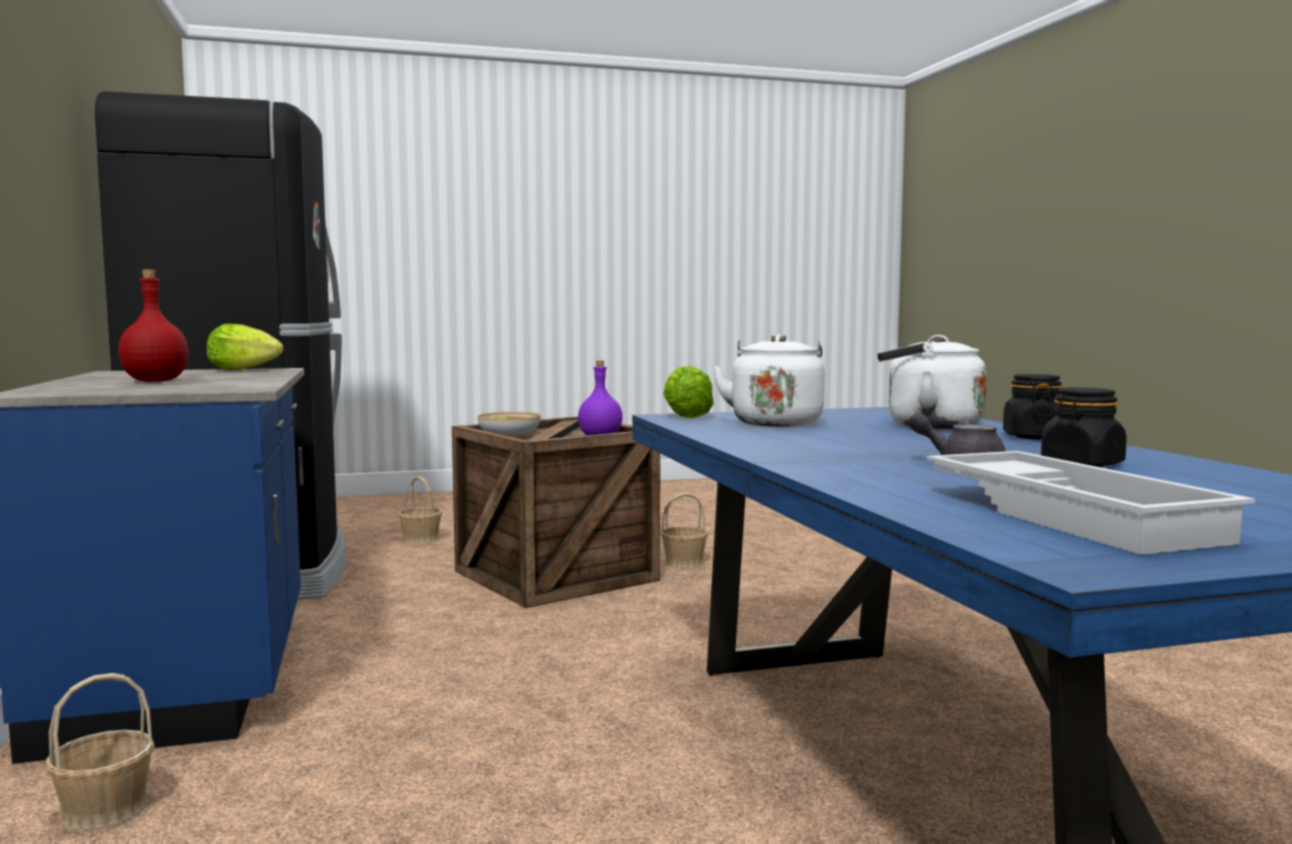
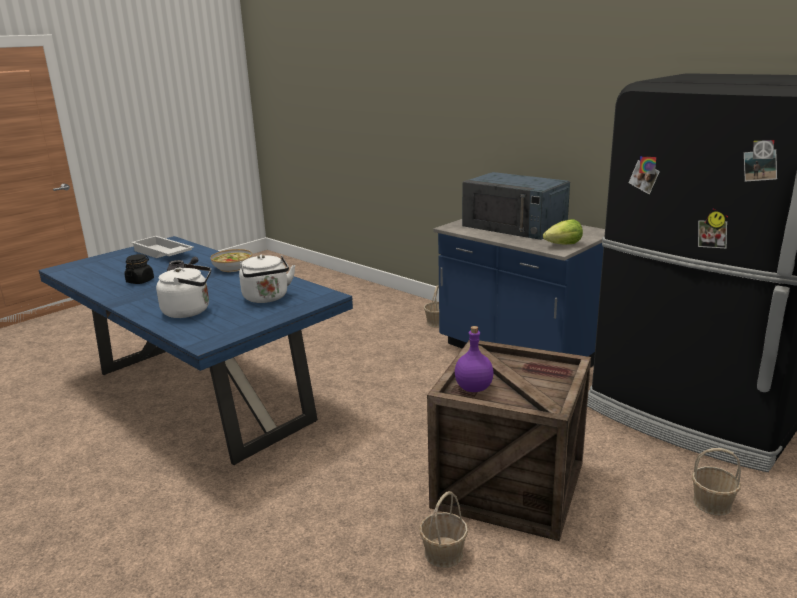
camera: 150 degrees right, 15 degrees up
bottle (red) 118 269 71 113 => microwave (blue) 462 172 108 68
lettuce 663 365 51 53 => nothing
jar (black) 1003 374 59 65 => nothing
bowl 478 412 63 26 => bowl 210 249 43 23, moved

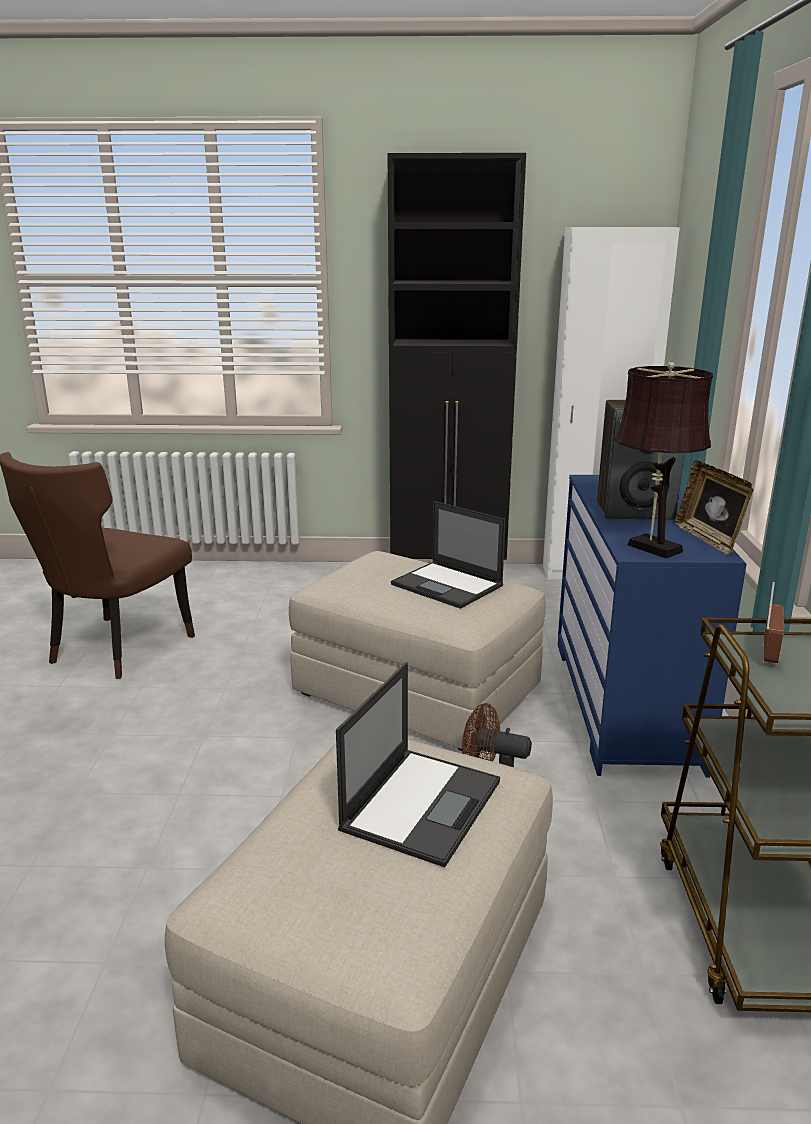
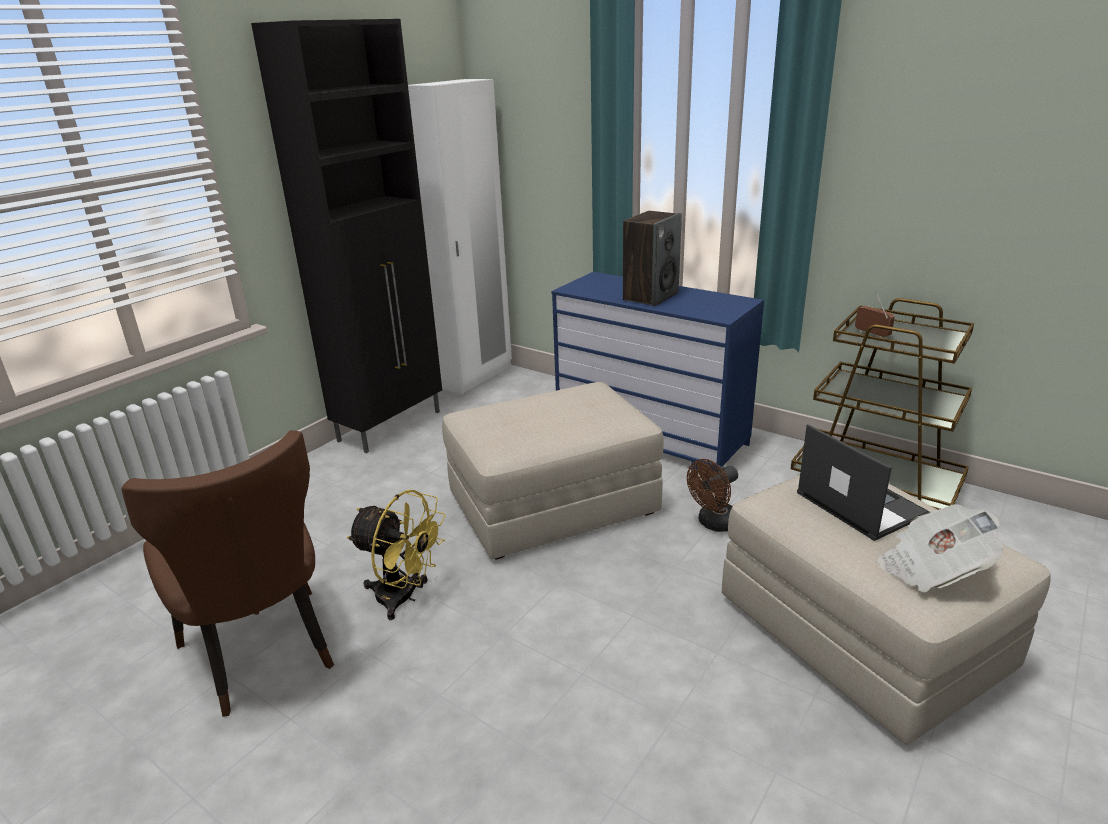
camera: 55 degrees left, 5 degrees up
table lamp (brown) 614 362 99 196 => nothing
picture frame 675 461 78 94 => nothing
laptop 391 501 115 108 => nothing
nothing => fan (yellow) 347 490 99 130
nothing => newspaper 877 504 127 89

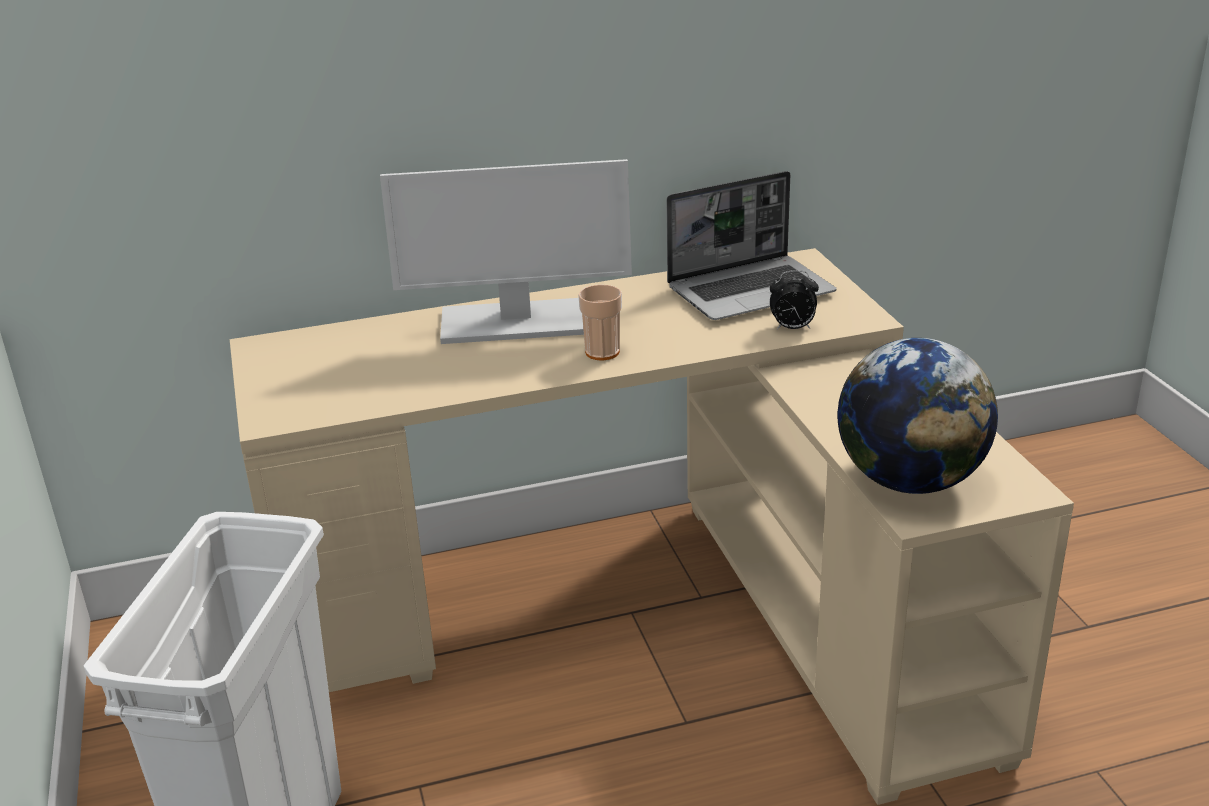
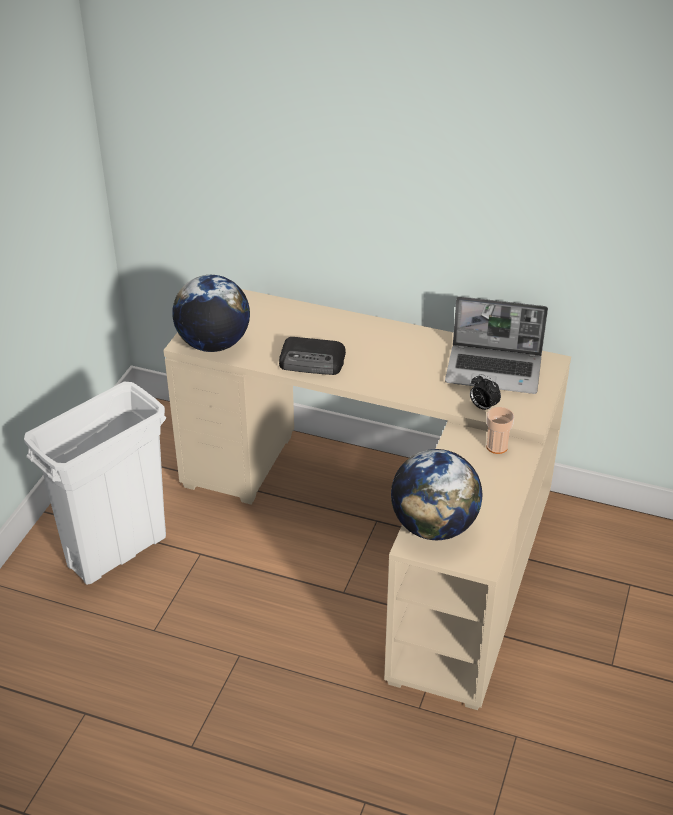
camera: 35 degrees right, 10 degrees up
monitor 380 159 252 185 => nothing
cup 578 284 44 76 => cup 486 407 28 47, moved
nothing => globe 172 275 78 77
nothing => radio 279 337 67 38

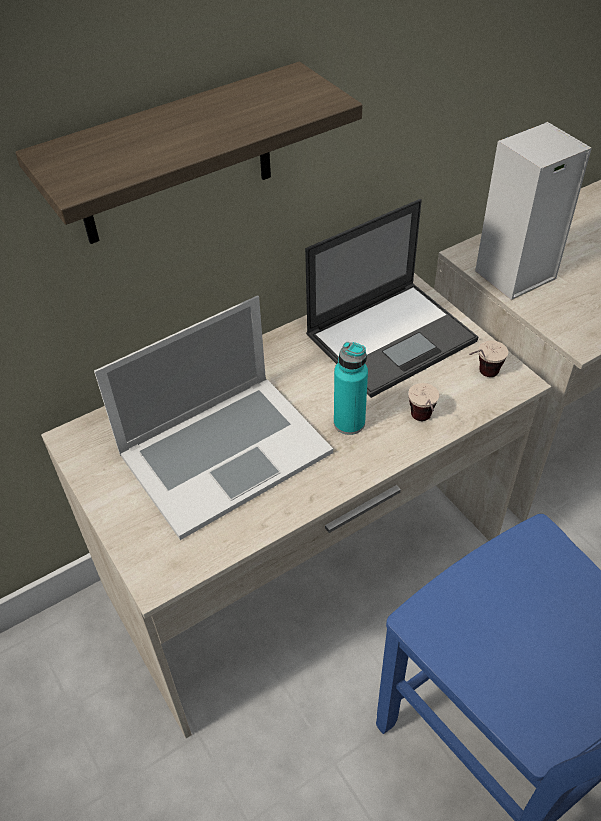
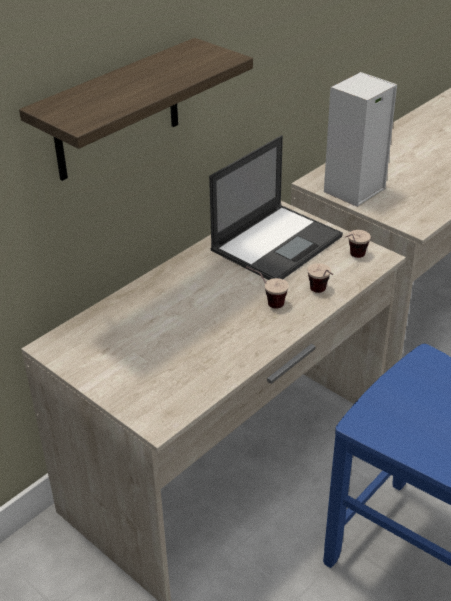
camera: 15 degrees left, 10 degrees down
laptop 94 295 239 245 => nothing
bottle (turquoise) 334 342 34 93 => cup 246 266 43 42

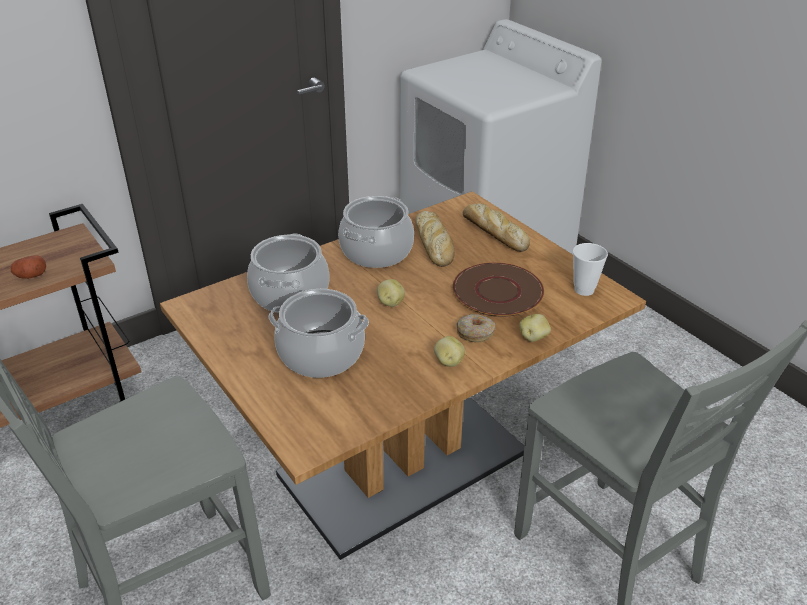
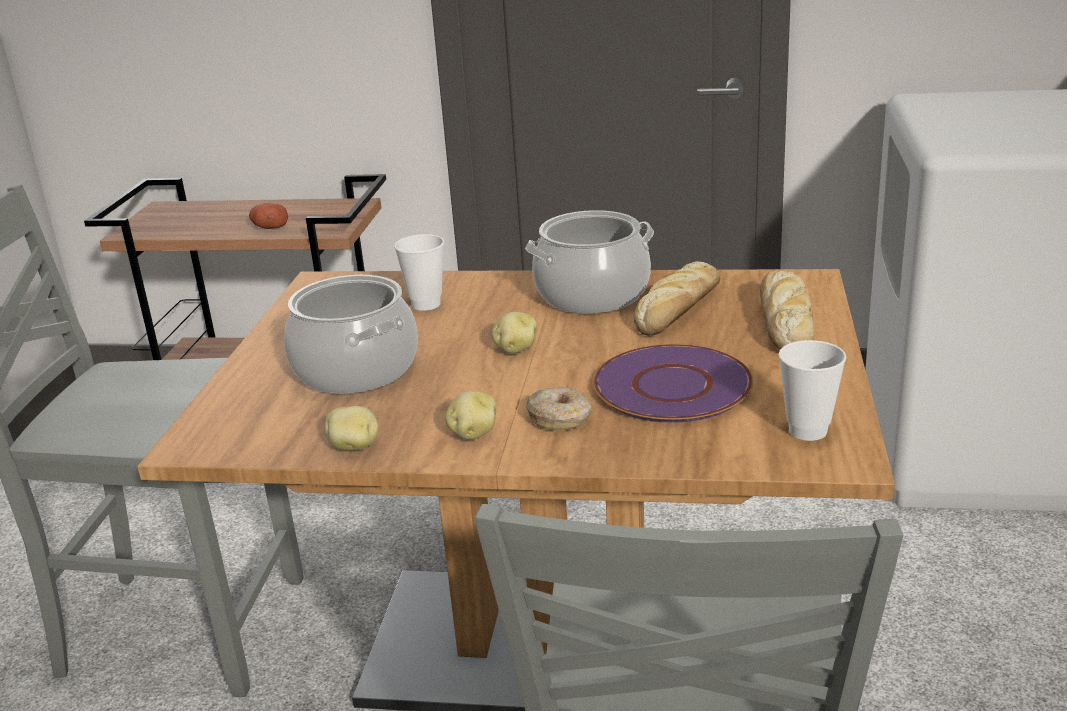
camera: 45 degrees right, 10 degrees down
cooking pot 247 234 83 79 => cup 394 234 50 77
plate (brown) 453 262 91 55 => plate (purple) 593 344 160 79
potato 519 314 32 28 => potato 325 406 53 44, moved

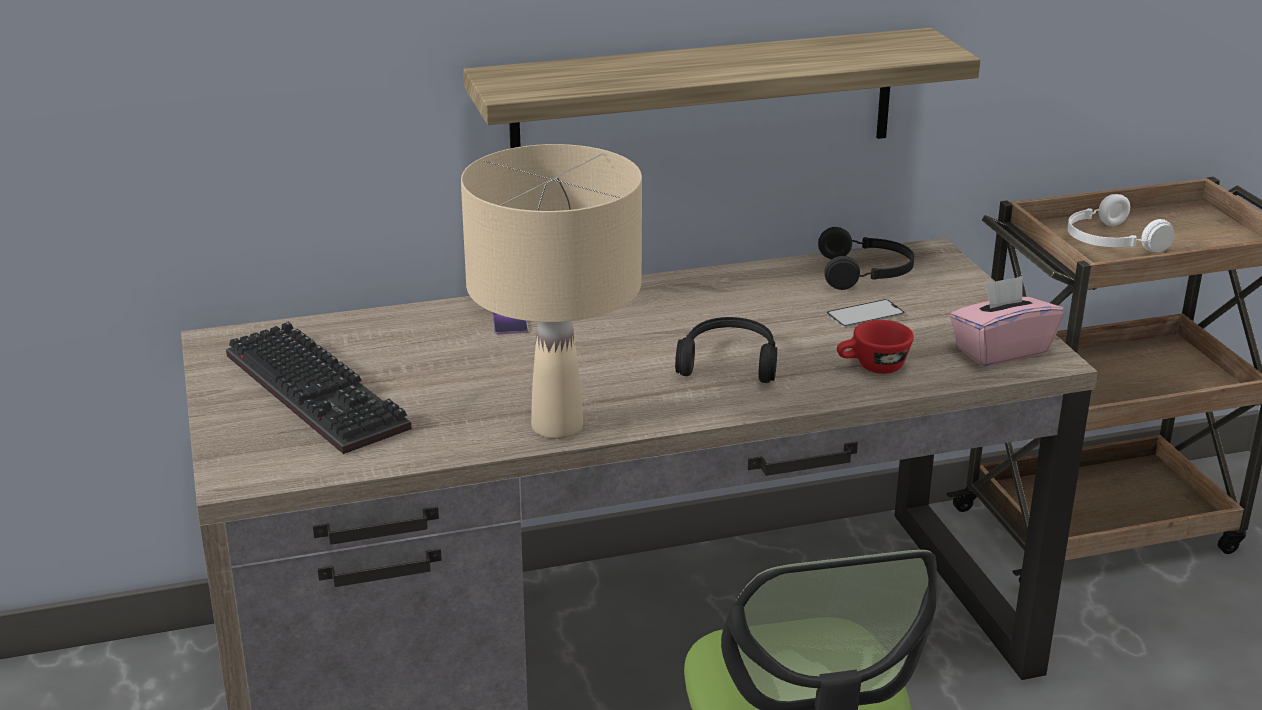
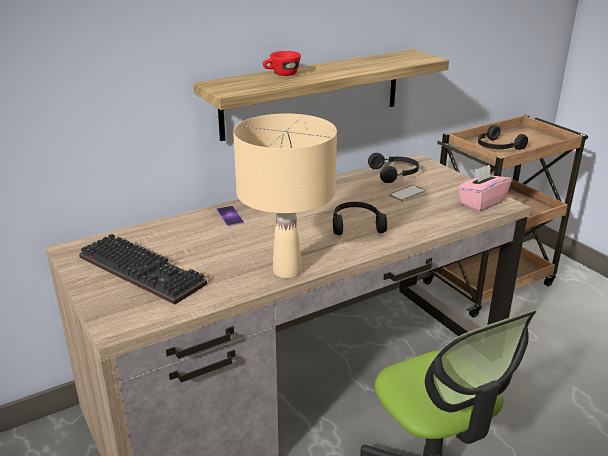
camera: 15 degrees left, 0 degrees up
headphones (white) 1067 194 108 58 => headphones (black) 478 125 50 25
cup (red) 837 320 77 54 => cup (red) 263 51 38 25, moved

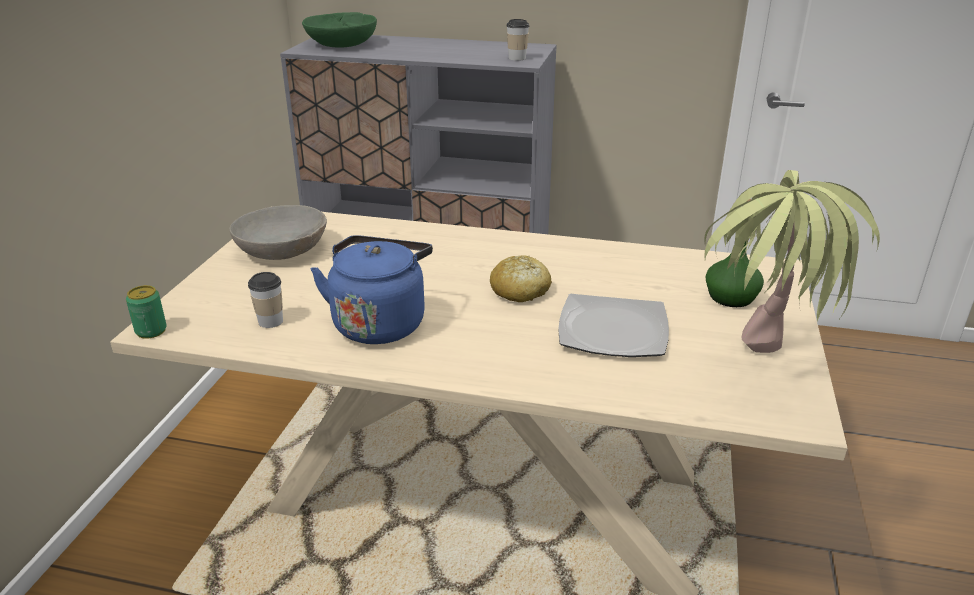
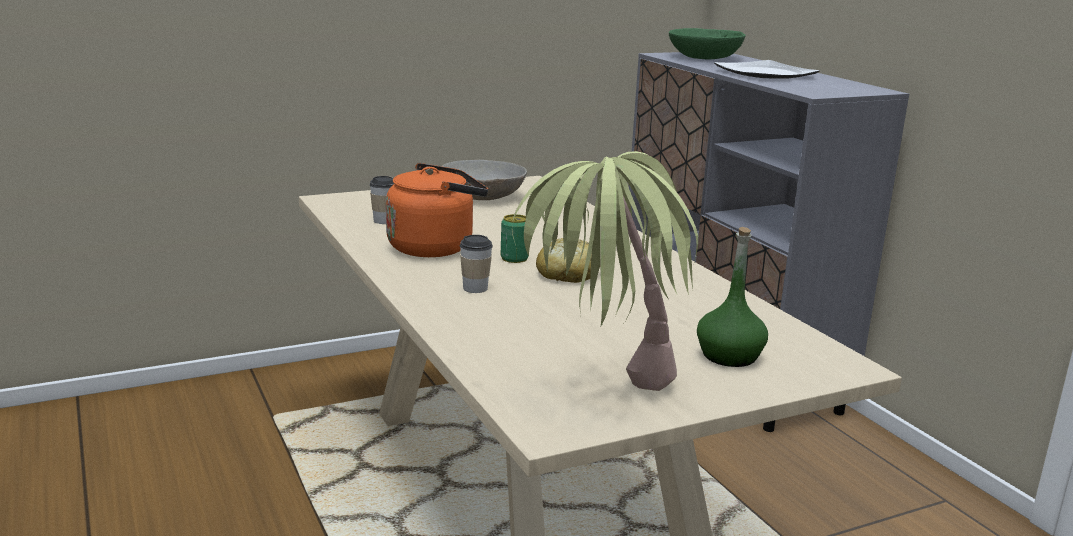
camera: 50 degrees right, 10 degrees down
cup 507 19 22 42 => cup 460 235 33 58, moved
kettle (blue) 311 235 122 109 => kettle (orange) 386 163 102 94
can 126 285 41 54 => can 501 214 28 49, moved
plate 558 294 111 63 => plate 714 60 106 19, moved

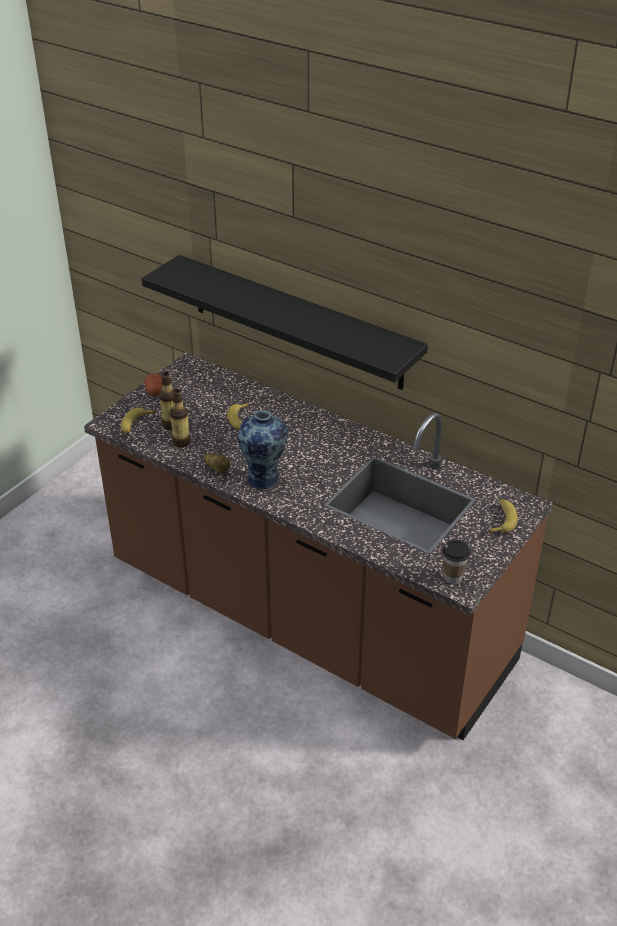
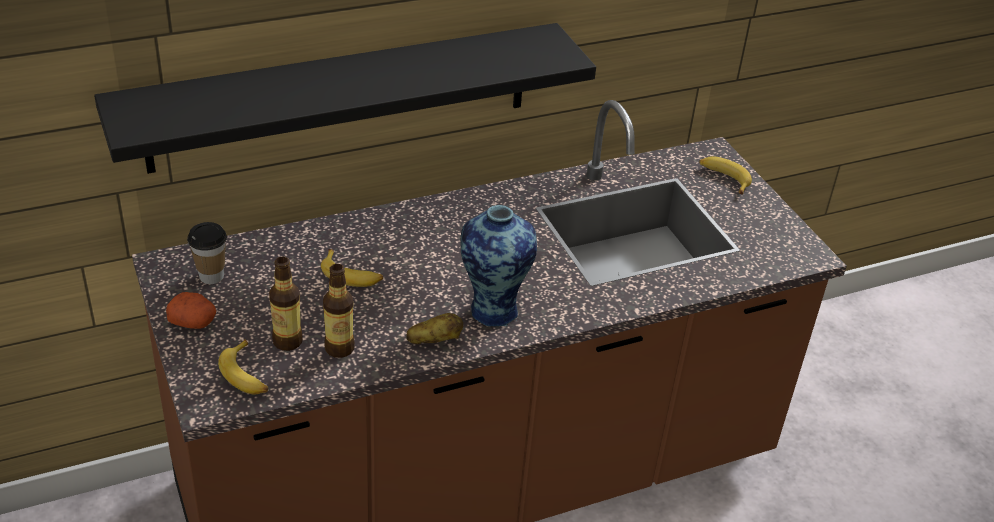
camera: 60 degrees left, 0 degrees up
cup 442 540 29 44 => cup 187 222 40 62, moved

